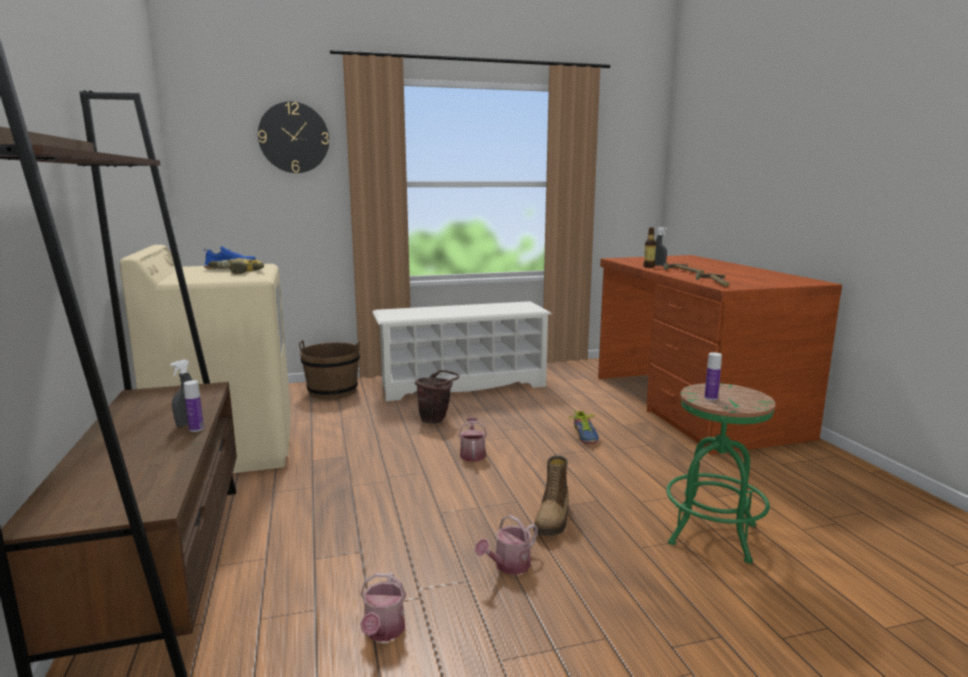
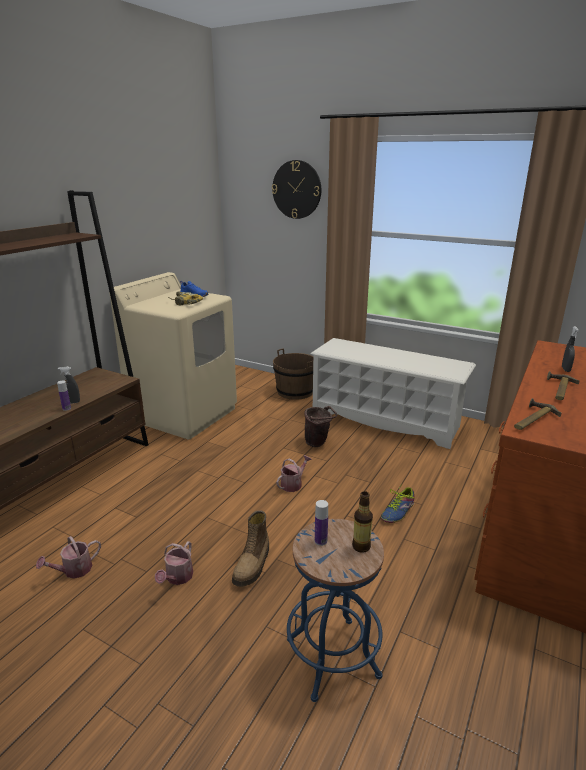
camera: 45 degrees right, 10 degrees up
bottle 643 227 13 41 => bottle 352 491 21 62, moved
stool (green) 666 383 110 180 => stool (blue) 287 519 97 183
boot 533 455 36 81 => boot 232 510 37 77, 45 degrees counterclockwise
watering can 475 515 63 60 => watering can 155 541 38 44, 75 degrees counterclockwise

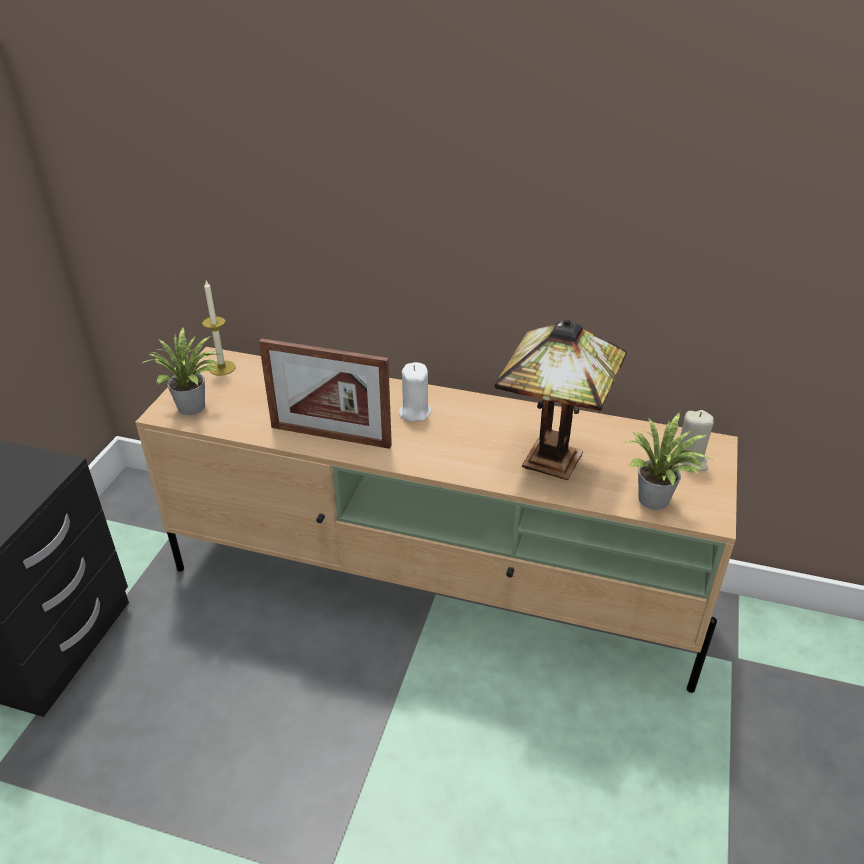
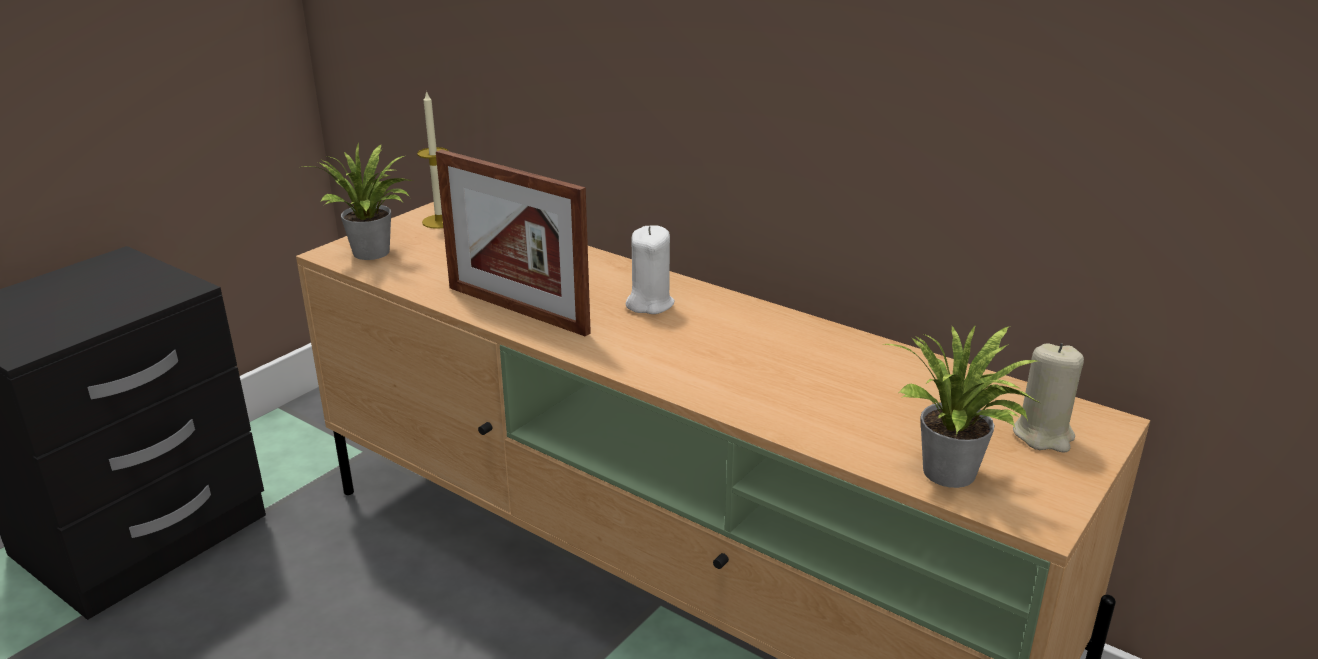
camera: 20 degrees right, 10 degrees down
table lamp 495 319 132 162 => nothing

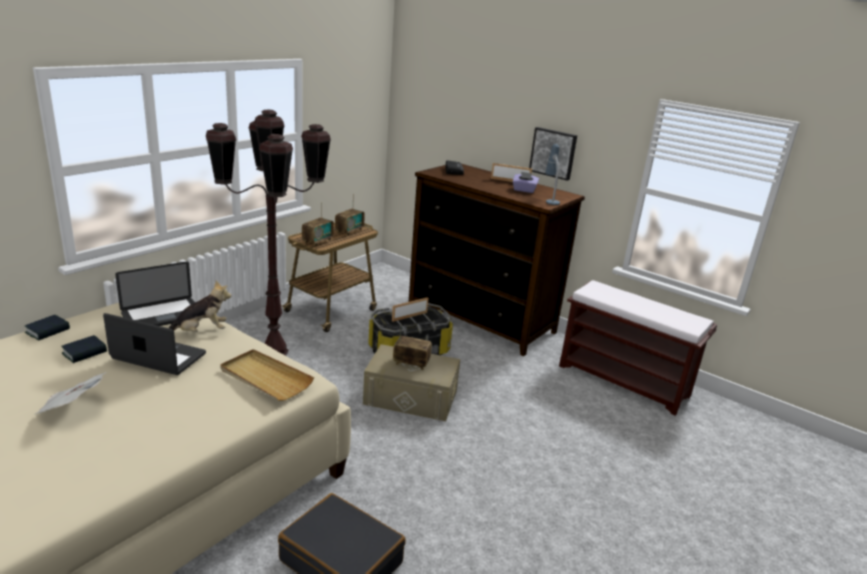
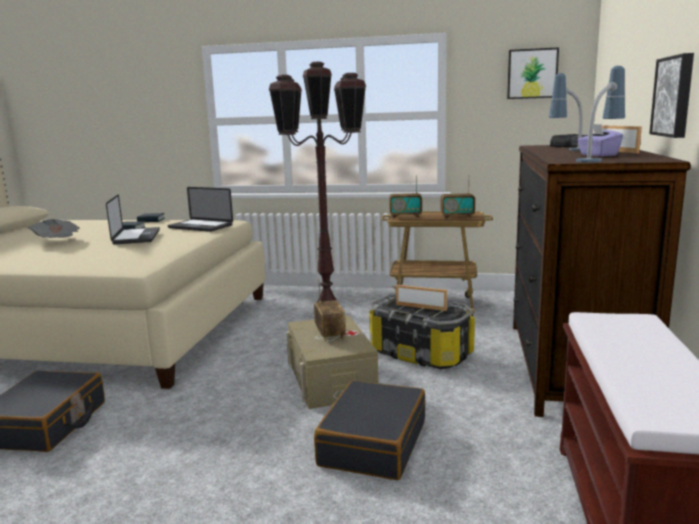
camera: 65 degrees right, 10 degrees down
plush toy 169 280 62 52 => nothing
tray (beige) 220 349 94 52 => nothing
nothing => picture 507 47 52 52
nothing => table lamp 549 73 34 78
nothing => suitcase (black) 314 380 111 100

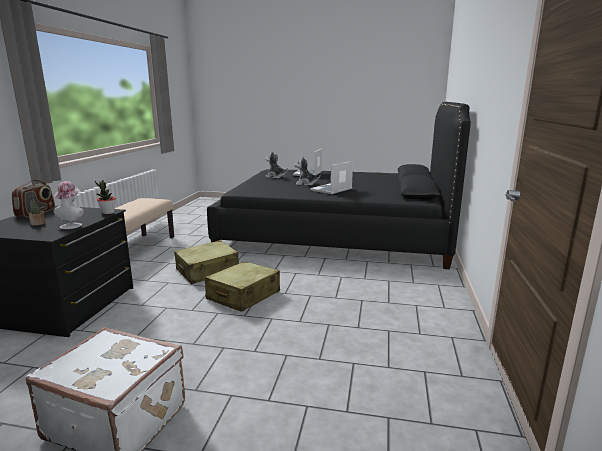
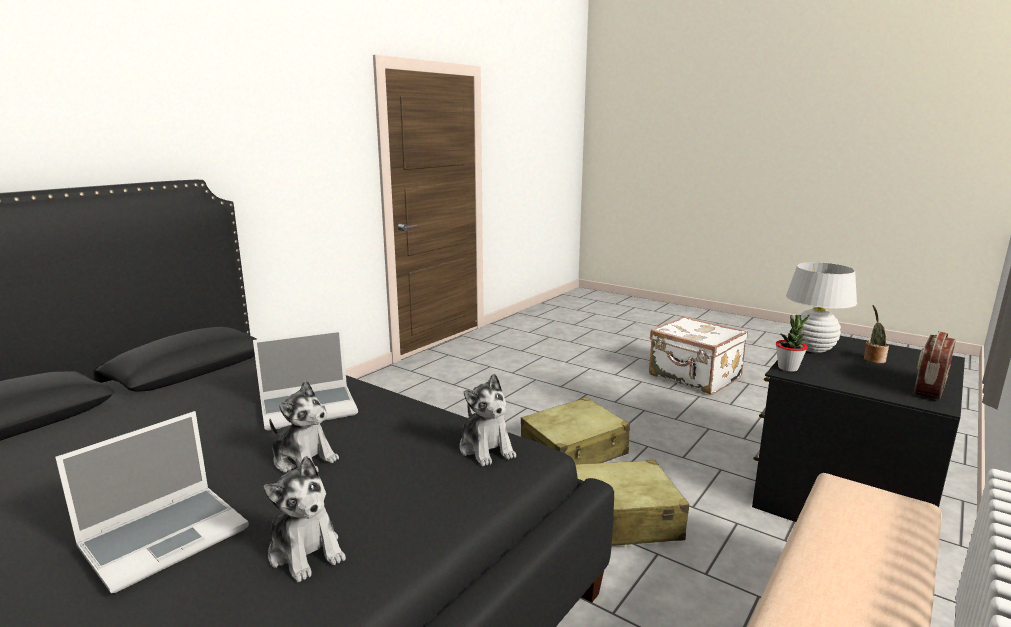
camera: 155 degrees left, 0 degrees up
hat 54 181 30 48 => table lamp (white) 786 262 71 91
nothing => plush toy 460 374 56 93

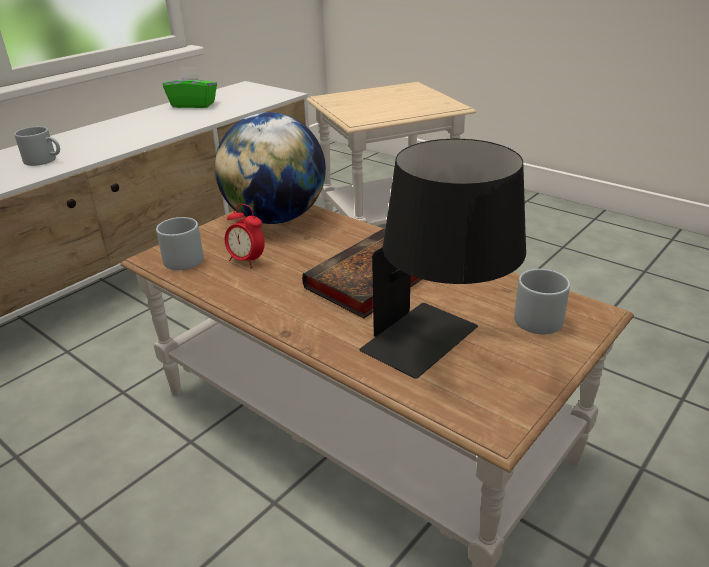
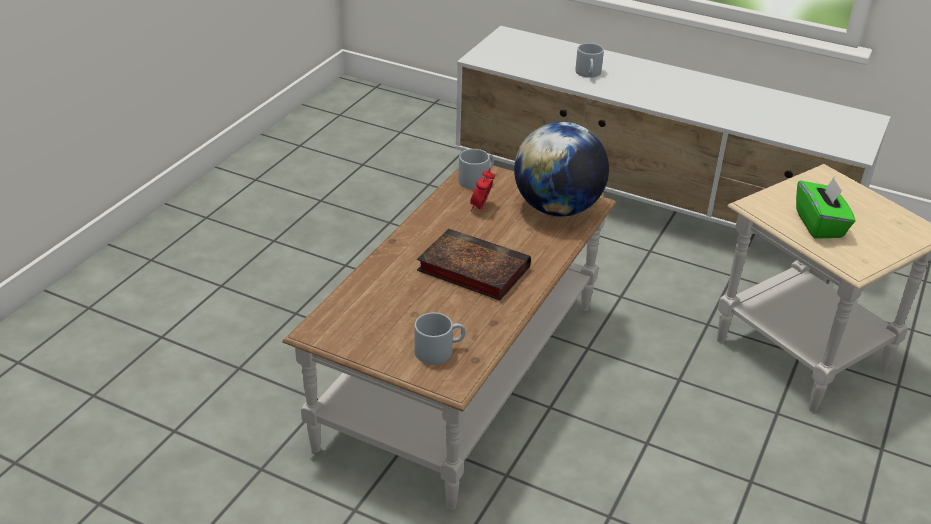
camera: 75 degrees right, 5 degrees up
tissue box (green) 163 67 54 41 => tissue box (green) 796 177 59 62, moved
table lamp (black) 359 139 167 240 => nothing

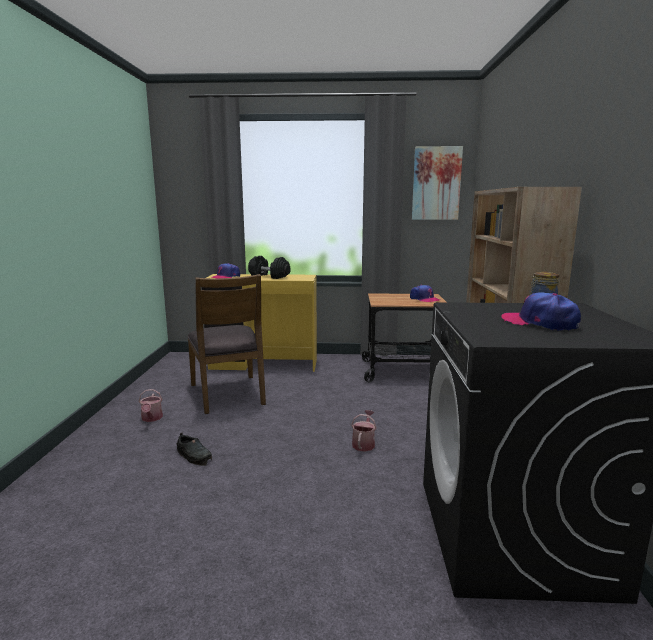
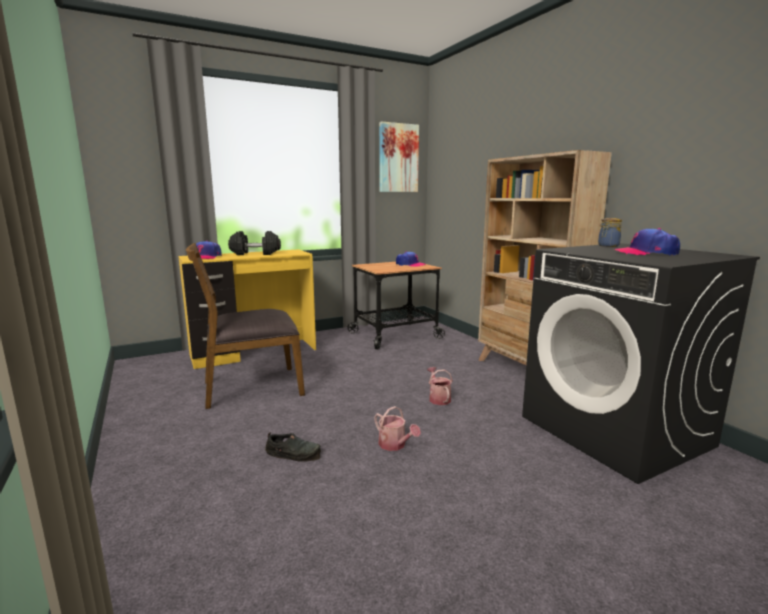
camera: 30 degrees left, 0 degrees up
chair (brown) 187 274 79 140 => chair (brown) 186 243 119 166, 120 degrees clockwise
watering can 139 389 24 33 => watering can 374 406 47 45, moved

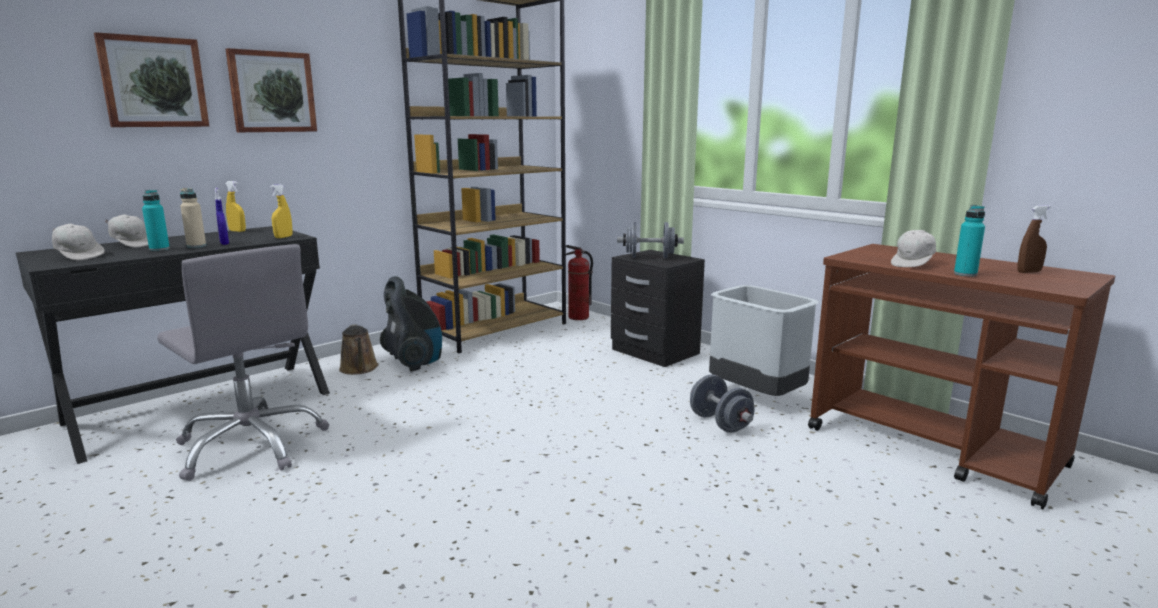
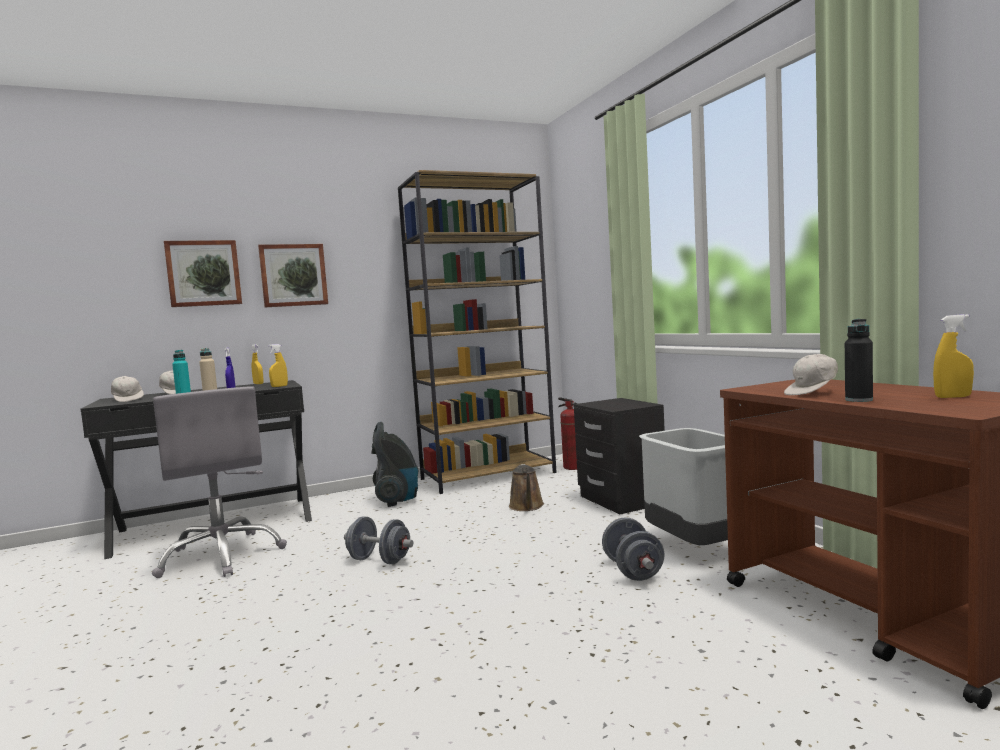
camera: 20 degrees right, 10 degrees down
bottle (turquoise) 954 205 31 72 => bottle (black) 845 319 28 83
spray bottle (brown) 1017 205 34 68 => spray bottle (yellow) 933 314 41 84
dumbbell (grey) 617 222 67 36 => dumbbell (grey) 344 517 69 47, moved
watering can (brown) 339 324 40 51 => watering can (brown) 509 464 35 47, moved

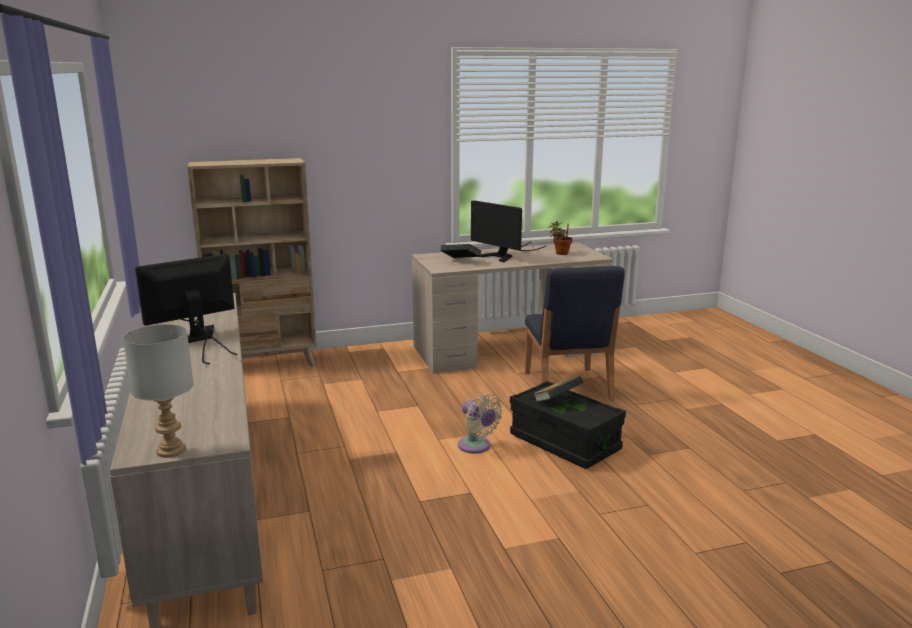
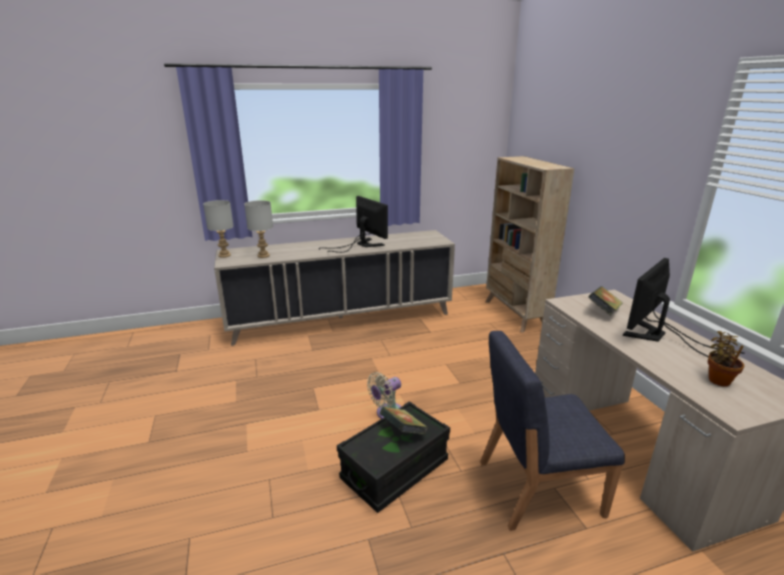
camera: 90 degrees right, 5 degrees up
nothing => table lamp (grey) 244 200 29 58

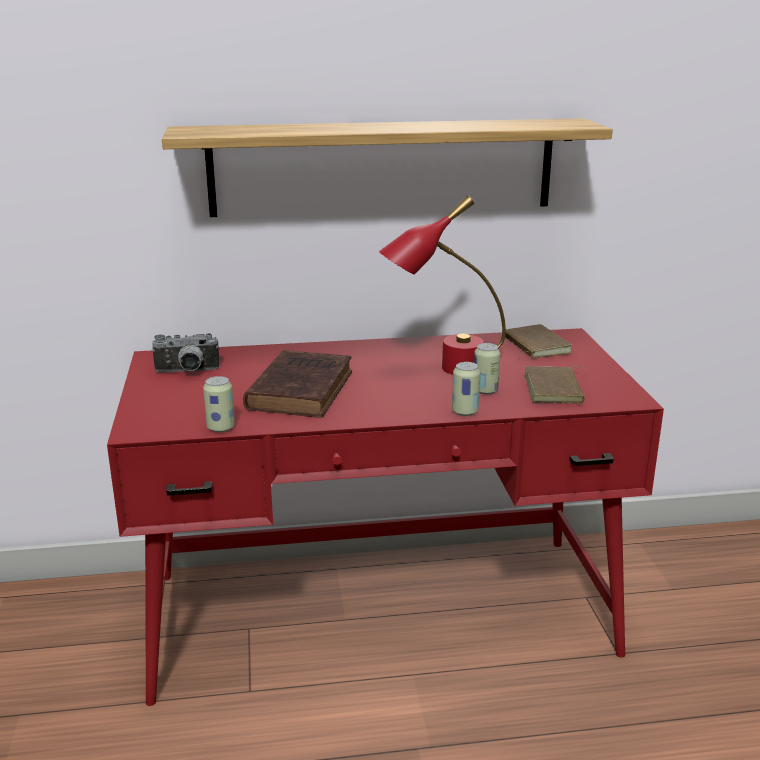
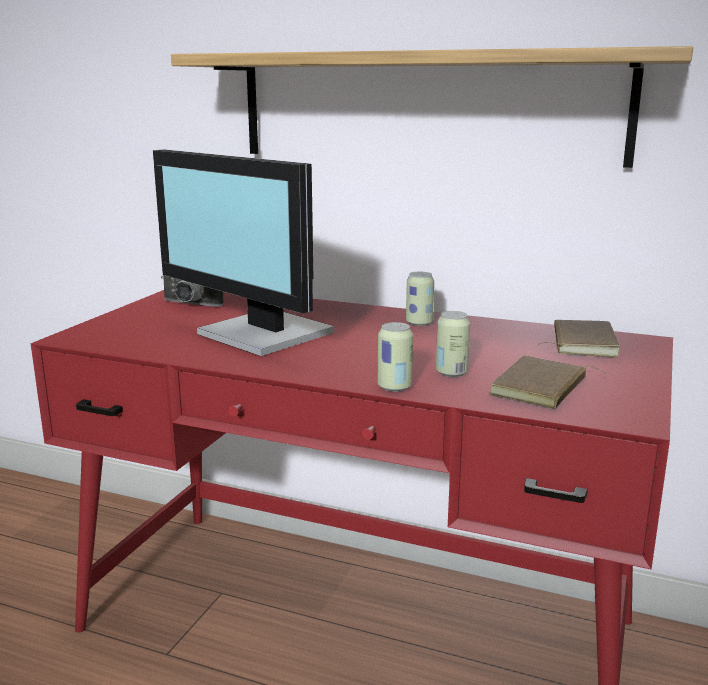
camera: 30 degrees right, 5 degrees down
table lamp (red) 379 195 127 180 => nothing
book (brown) 243 350 109 68 => monitor 153 150 181 206
can 203 376 32 56 => can 406 272 28 54, moved

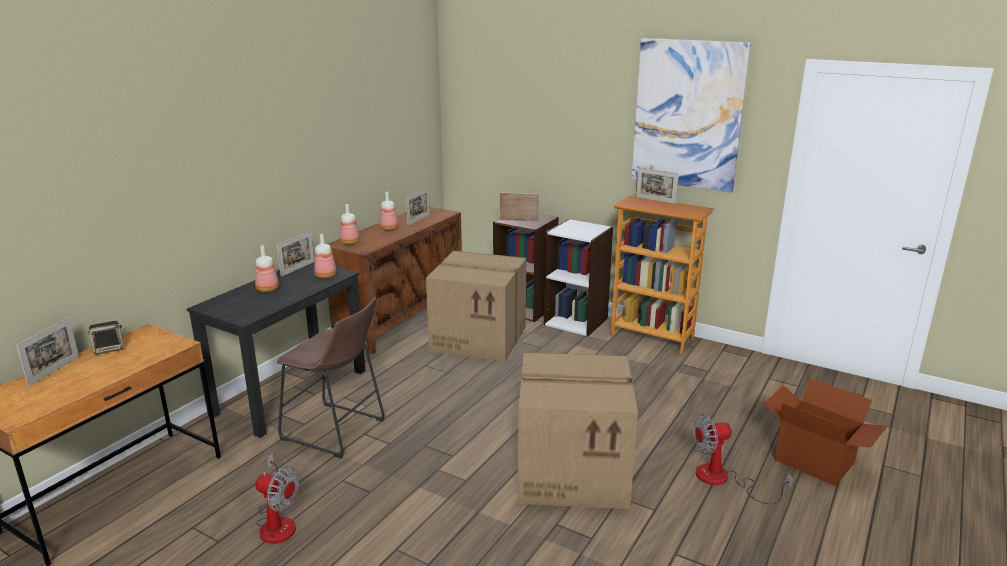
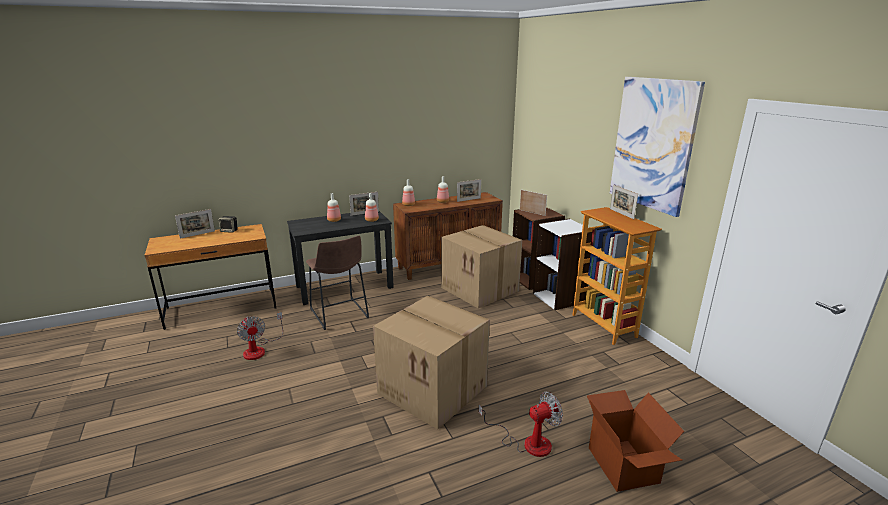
camera: 35 degrees right, 0 degrees up
fan 693 414 100 90 => fan 479 392 84 65, 135 degrees clockwise

